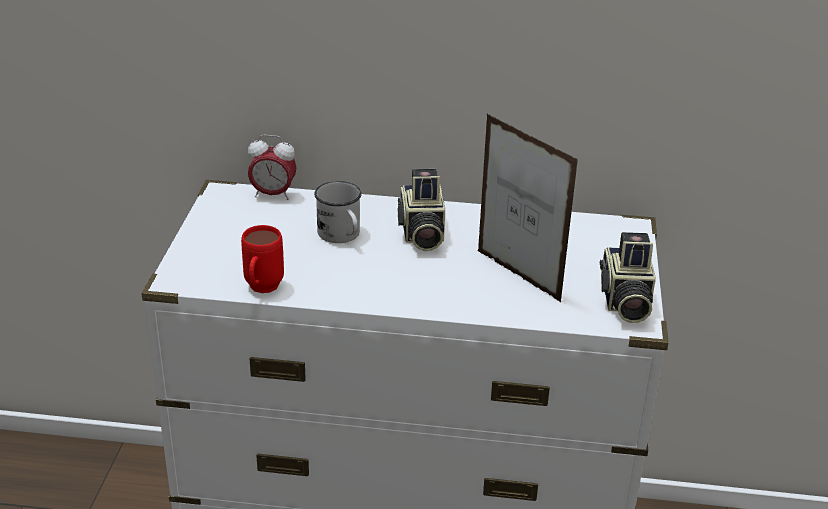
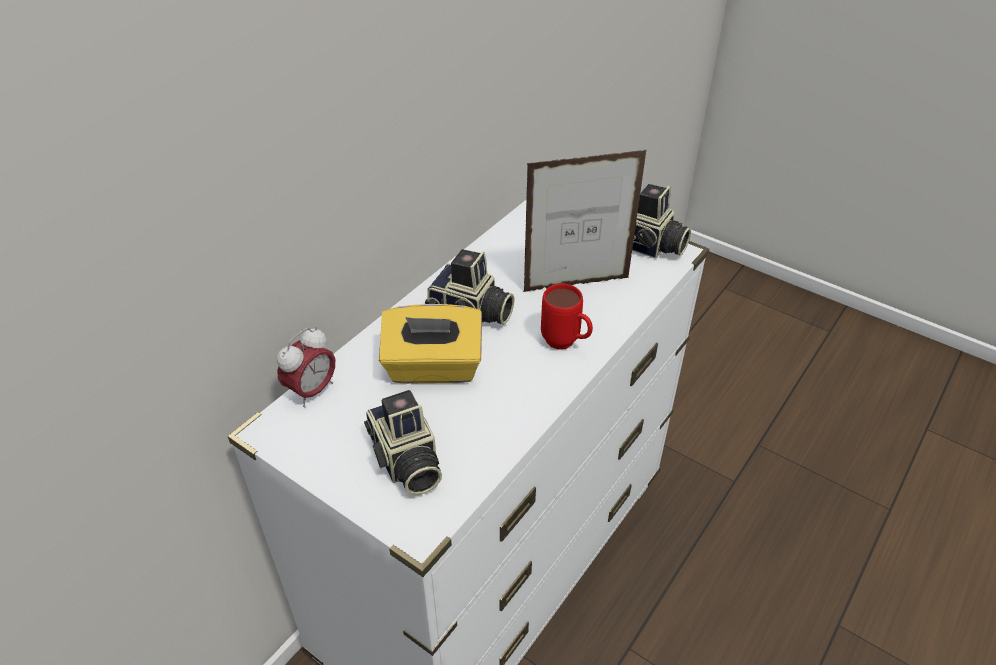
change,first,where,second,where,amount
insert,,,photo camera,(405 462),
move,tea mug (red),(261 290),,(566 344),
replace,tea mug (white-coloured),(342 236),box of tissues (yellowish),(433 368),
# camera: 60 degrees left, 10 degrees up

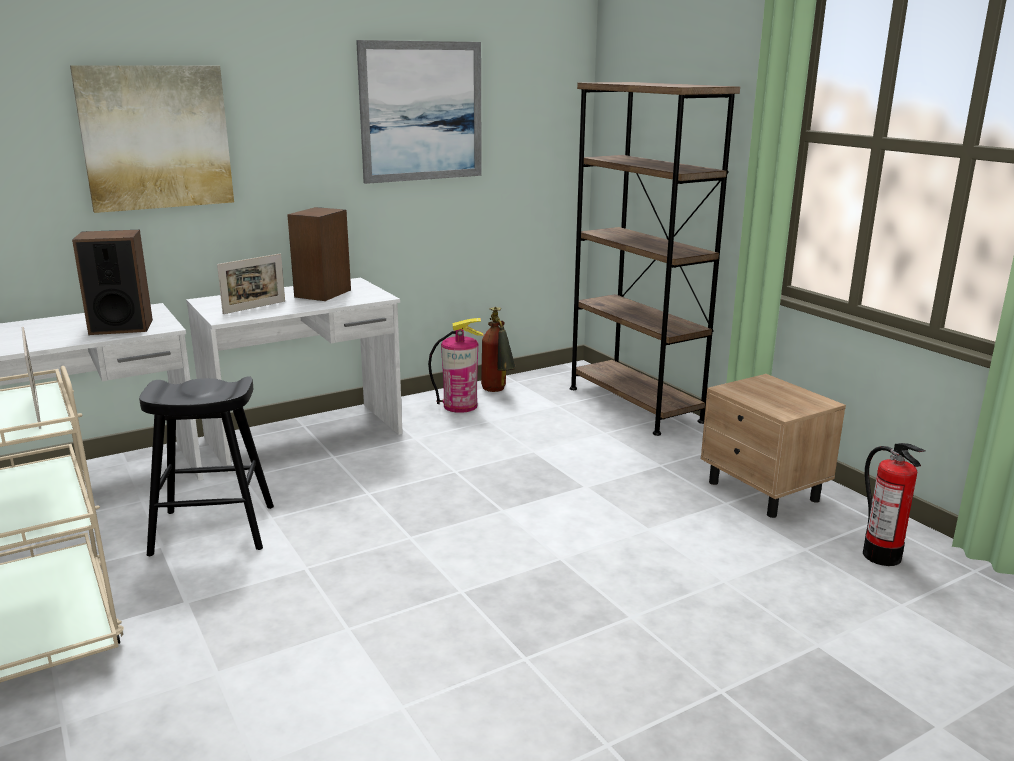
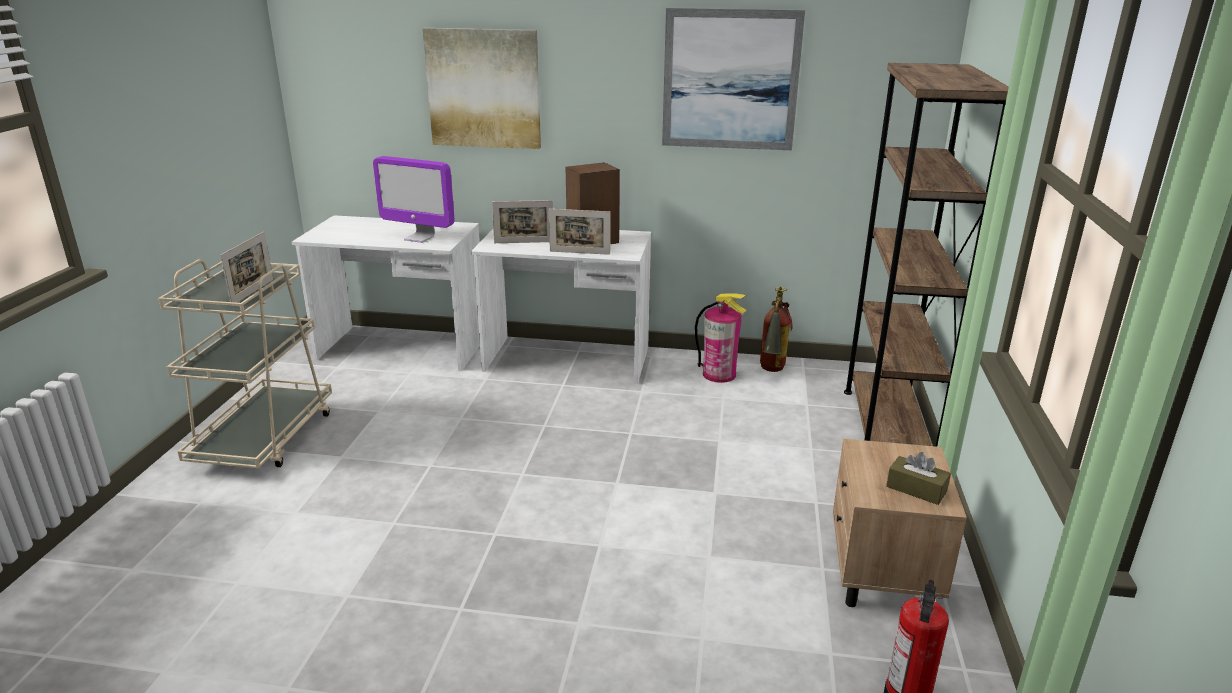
change,first,where,second,where,amount
delete,stool seat (blackish),(214 530),,,
insert,,,photo frame,(579 253),
insert,,,box of tissues (brown-coloured),(916 489),
replace,audio speaker,(121 327),computer screen,(419 238),
# camera: 40 degrees right, 5 degrees up

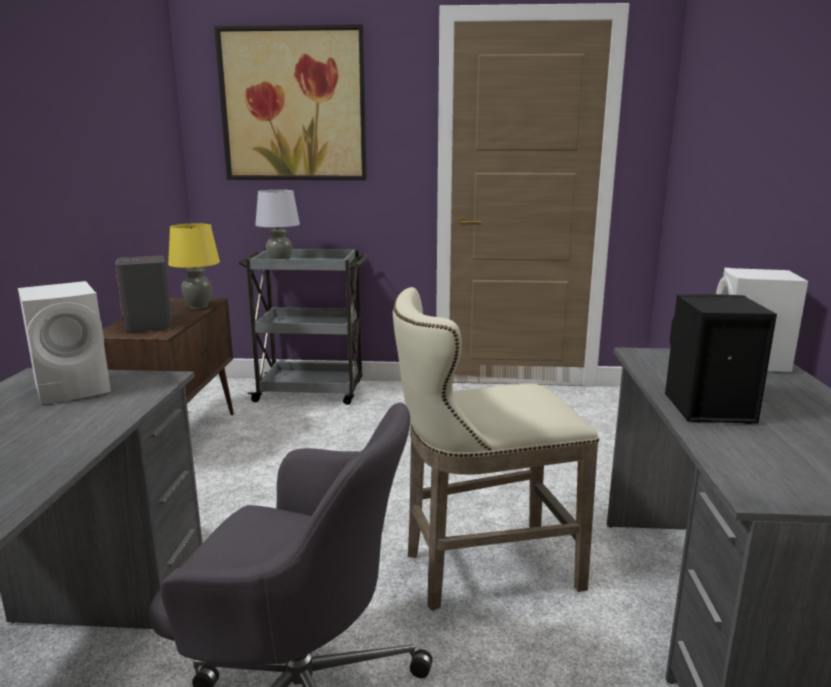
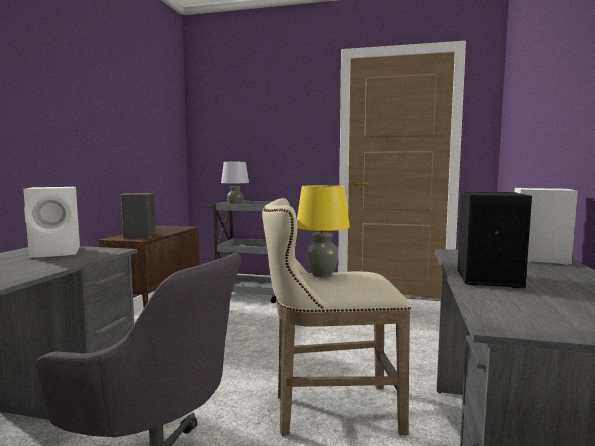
change,first,where,second,where,amount
delete,wall picture,(293 105),,,
move,table lamp (yellowish),(198 306),,(322 275),
# camera: 10 degrees right, 10 degrees down

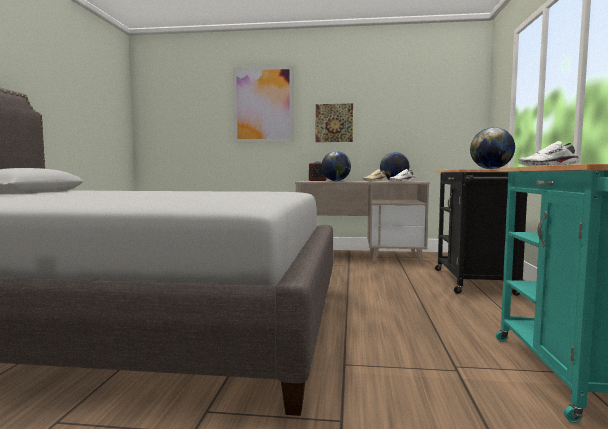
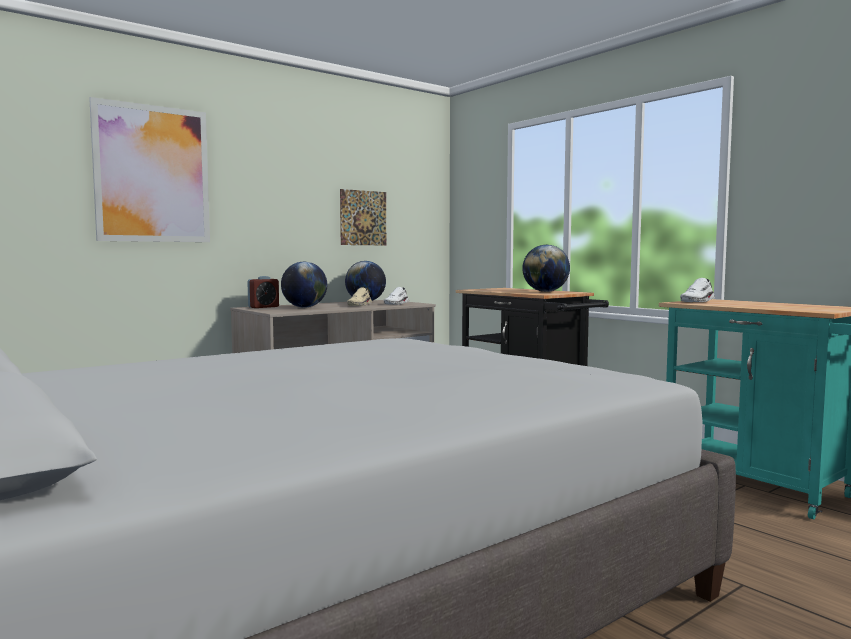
change,first,where,second,where,amount
move,wall picture,(334 123),,(363 218),
# camera: 45 degrees left, 0 degrees up

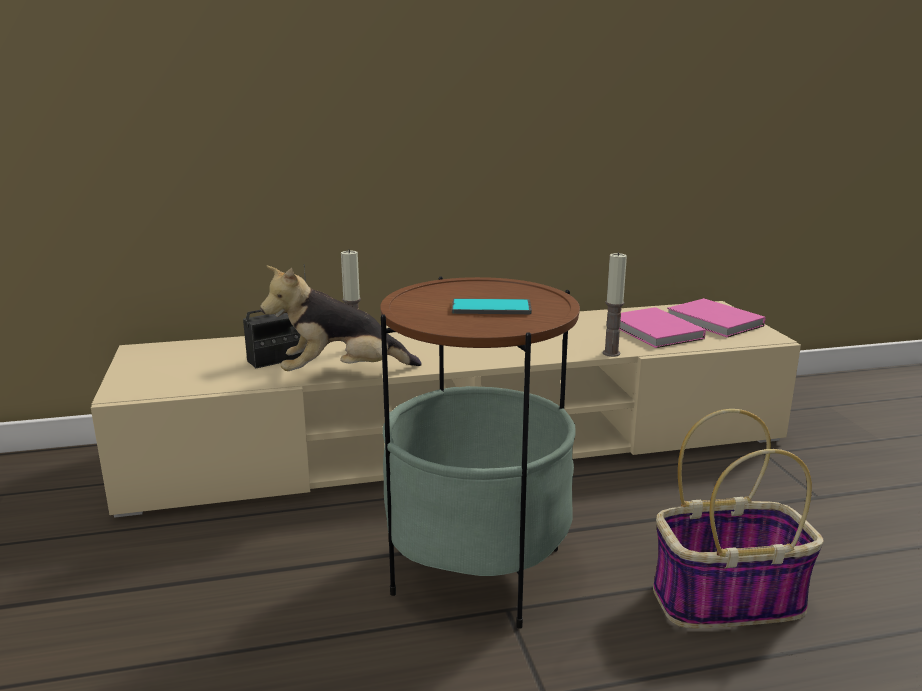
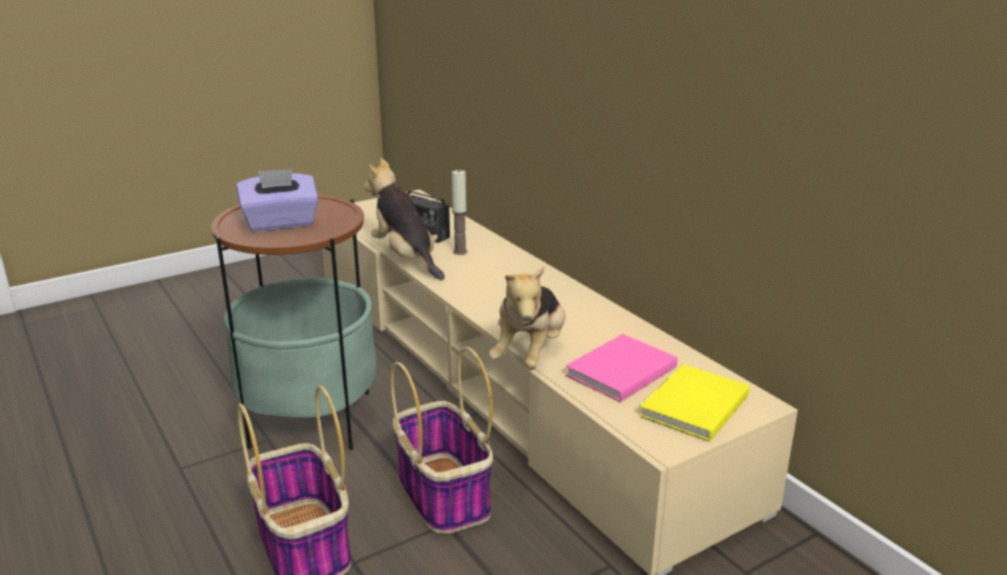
change,first,where,second,where,amount
insert,,,household basket,(442 493),
replace,telephone,(491 308),box of tissues (purplish),(281 223),
replace,wax light,(611 353),soft toy,(530 353),
recolor,book (pink-coloured),(715 322),book (yellowish),(692 406),
# camera: 70 degrees right, 5 degrees up

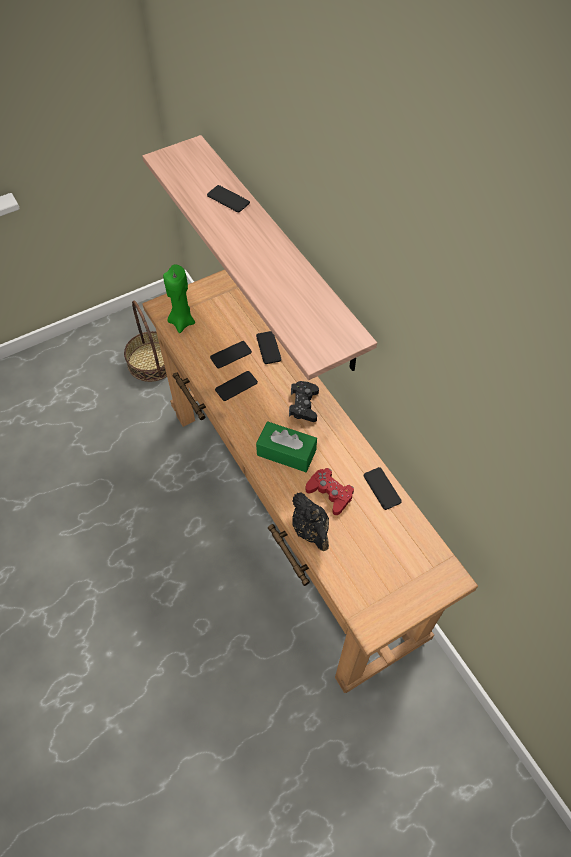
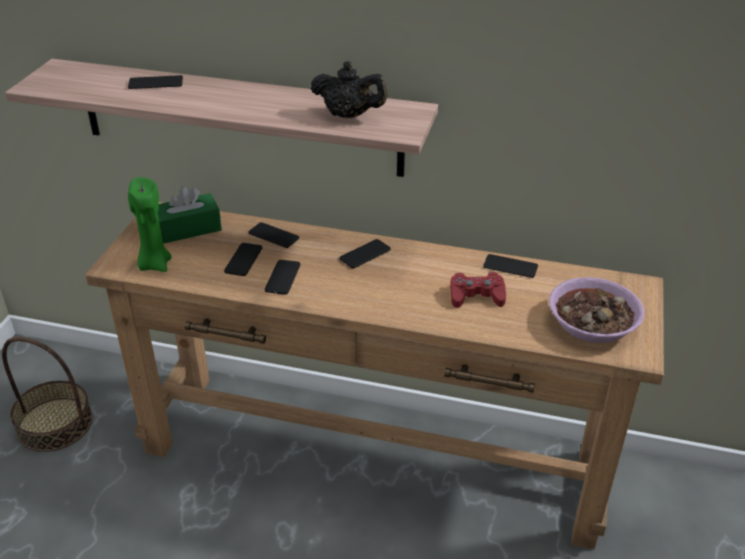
change,first,where,second,where,amount
insert,,,deep dish,(593 323),
move,box of tissues (green),(286 452),,(188 229),
move,pot for tea (blackish),(311 530),,(349 115),
replace,joypad (blackish),(303 405),telephone,(365 254),
# camera: 45 degrees left, 20 degrees down

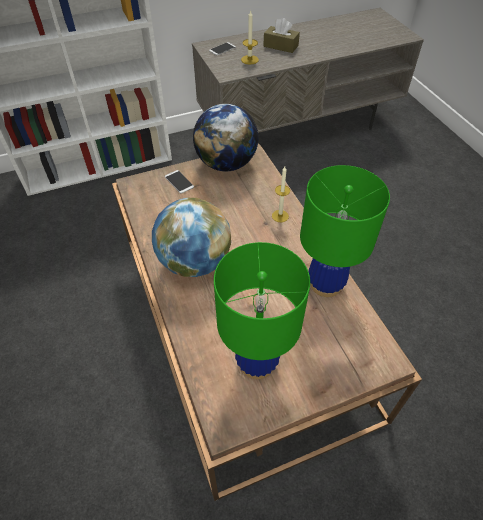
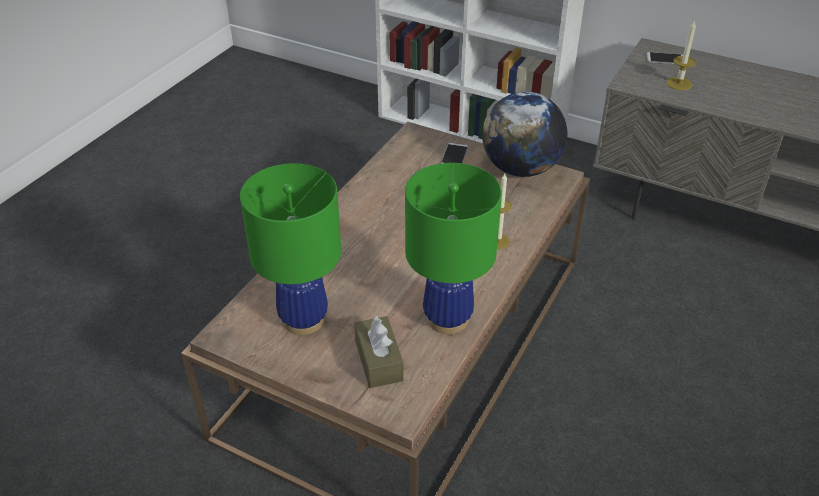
change,first,where,second,where,amount
delete,globe,(194 262),,,
move,box of tissues (brown-coloured),(280 46),,(378 361),
# camera: 50 degrees right, 10 degrees down

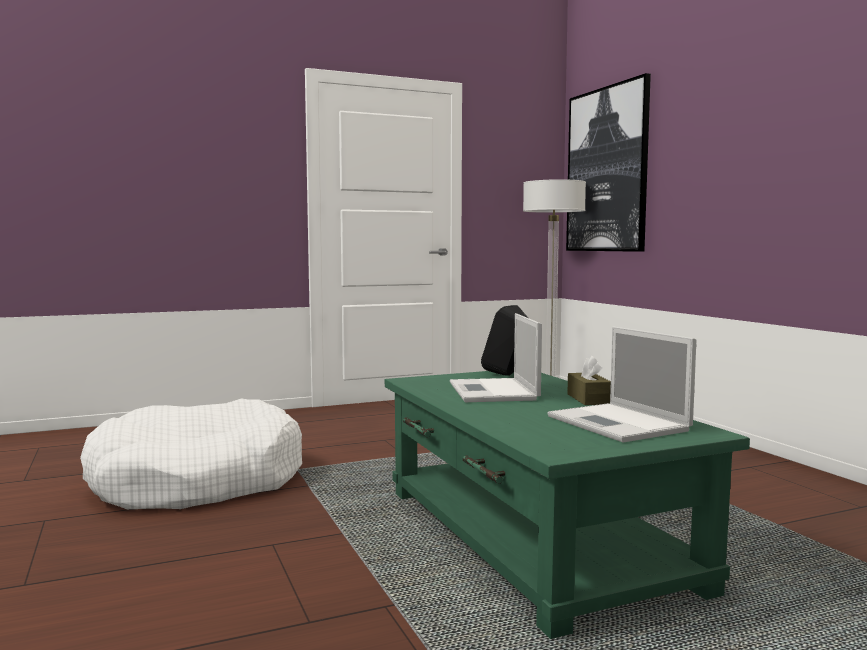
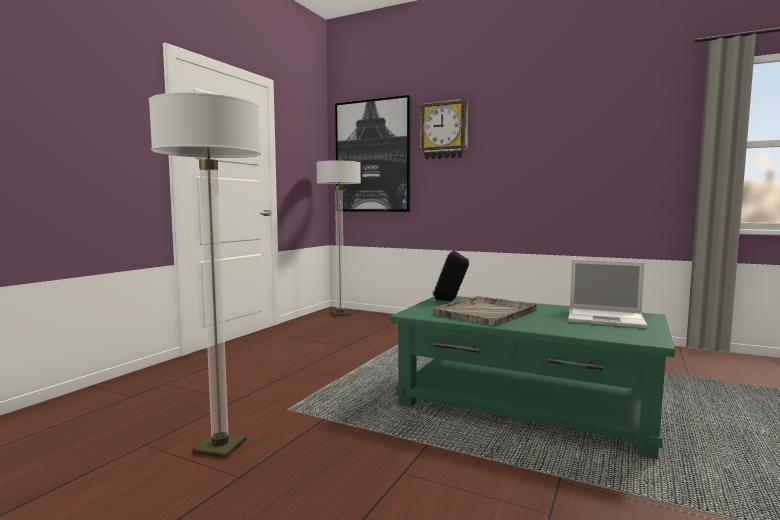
change,first,where,second,where,amount
delete,box of tissues (brown-coloured),(588 399),,,
insert,,,clock on the wall,(444 130),
replace,dog bed (white-coloured),(197 481),standing lamp,(220 447),
replace,portable computer,(493 392),carrying tray (grey),(486 312),
# camera: 40 degrees left, 0 degrees up

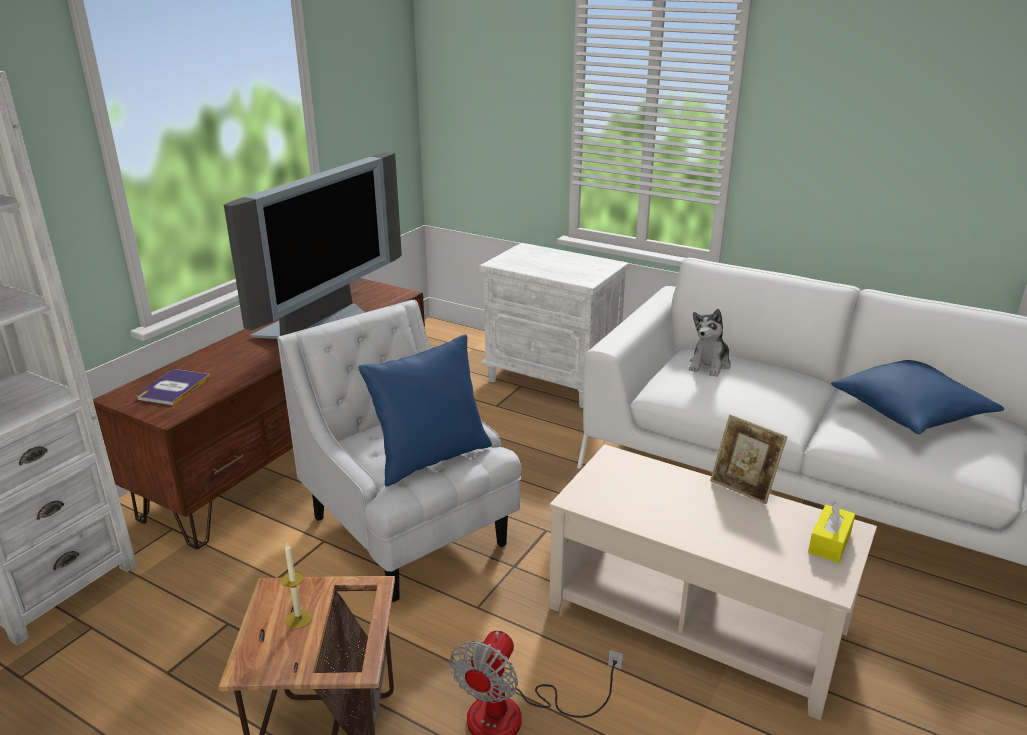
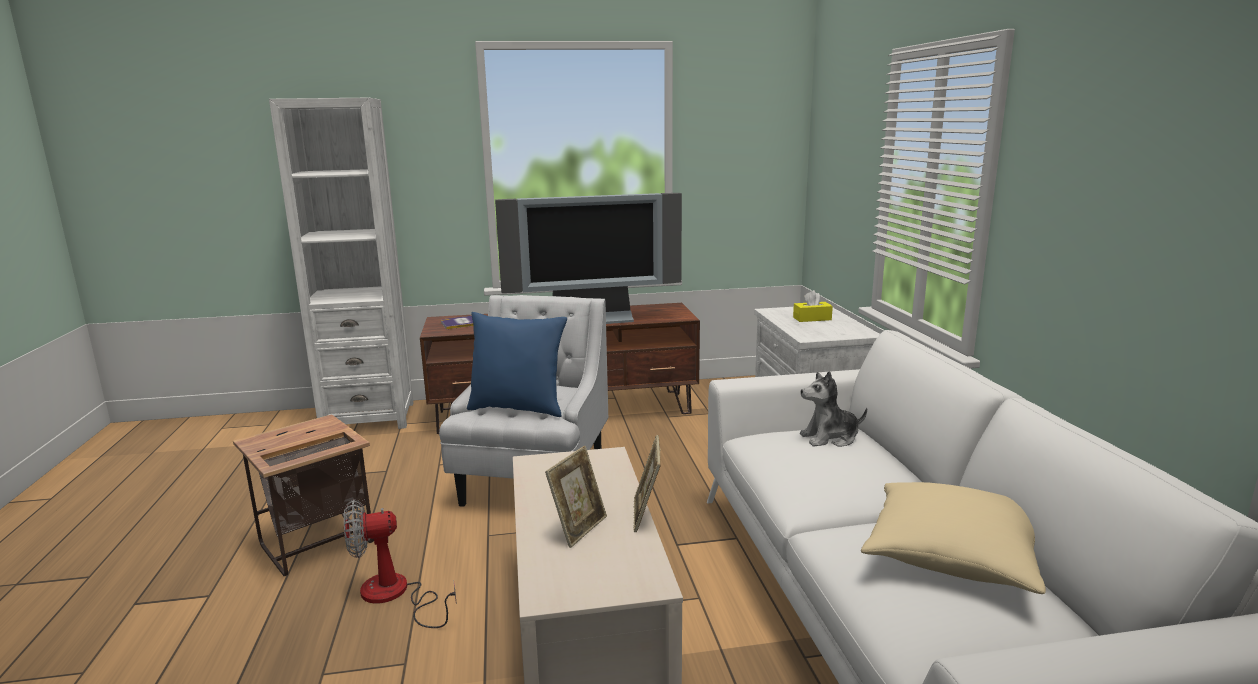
change,first,where,second,where,amount
delete,wax light,(298 619),,,
insert,,,photo frame,(578 528),
move,box of tissues (yellowish),(829 542),,(812 318),
recolor,pillow (blue),(910 412),pillow (sand-coloured),(951 555),
# camera: 50 degrees right, 10 degrees down

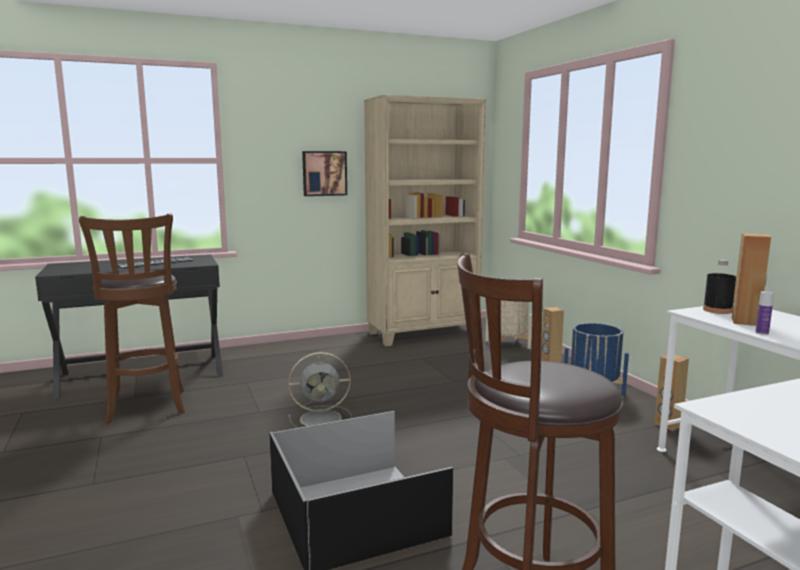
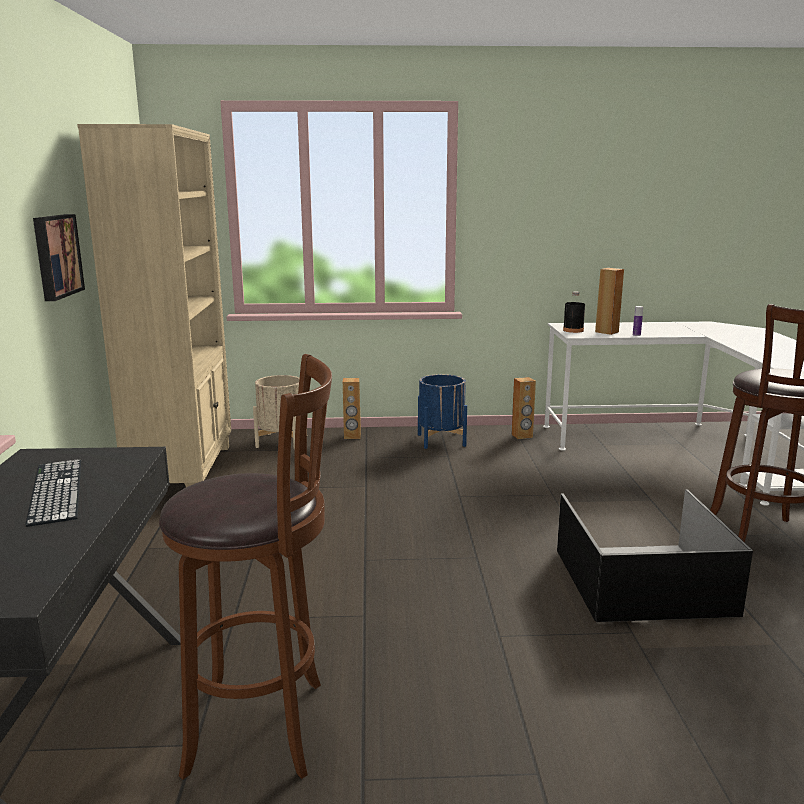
change,first,where,second,where,amount
delete,cooling fan (grey),(322 418),,,
# camera: 70 degrees left, 5 degrees up

